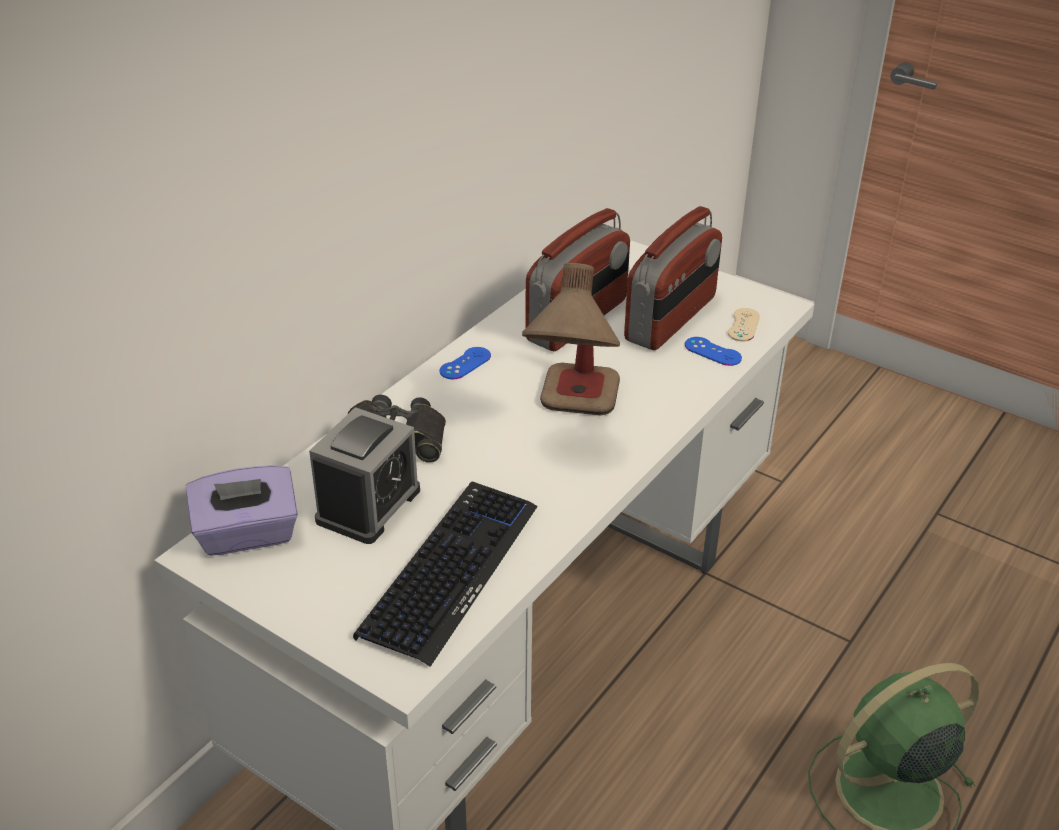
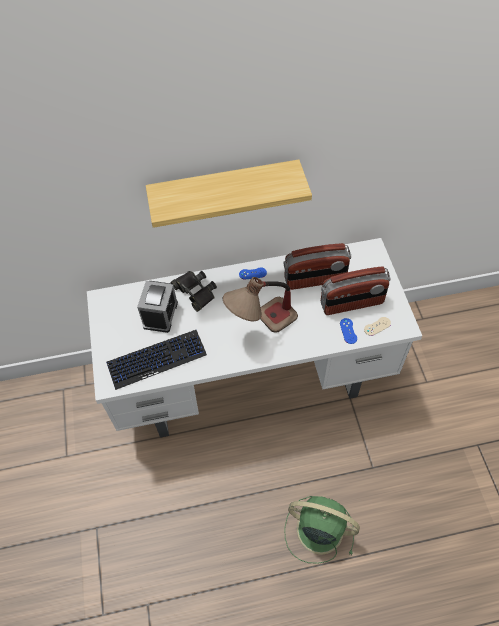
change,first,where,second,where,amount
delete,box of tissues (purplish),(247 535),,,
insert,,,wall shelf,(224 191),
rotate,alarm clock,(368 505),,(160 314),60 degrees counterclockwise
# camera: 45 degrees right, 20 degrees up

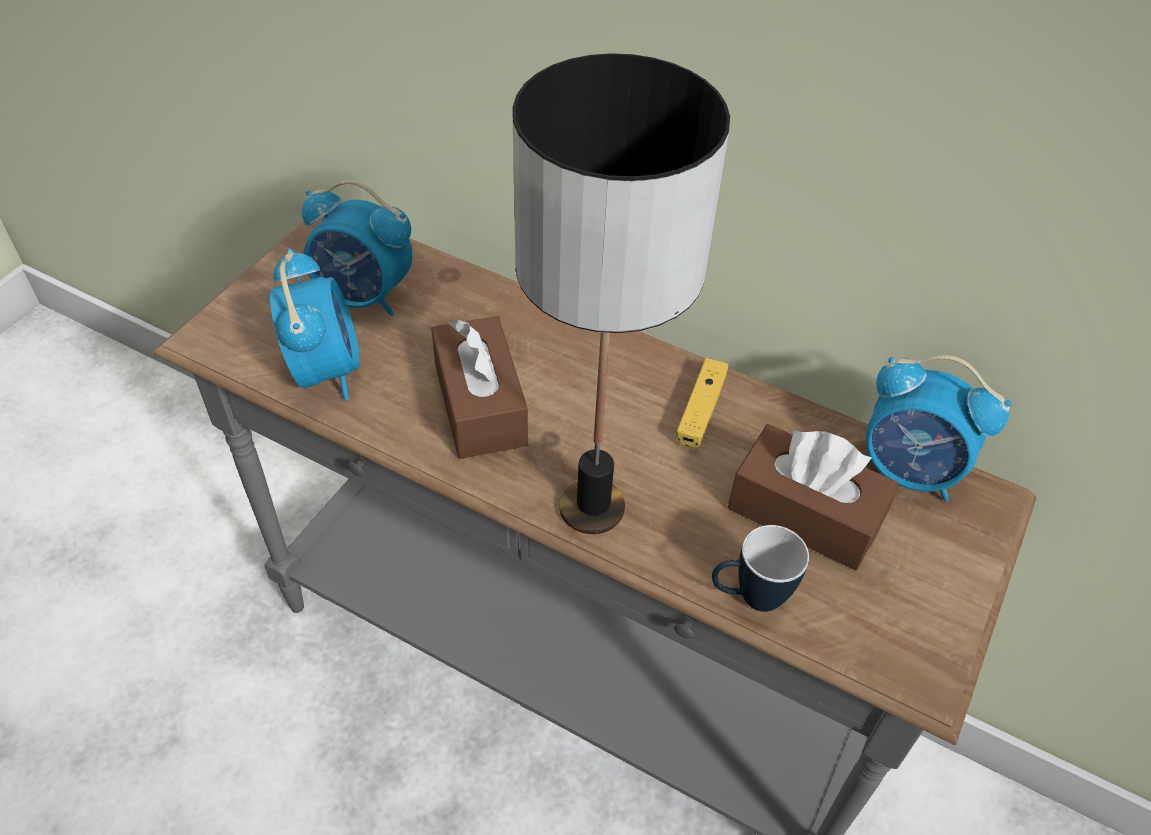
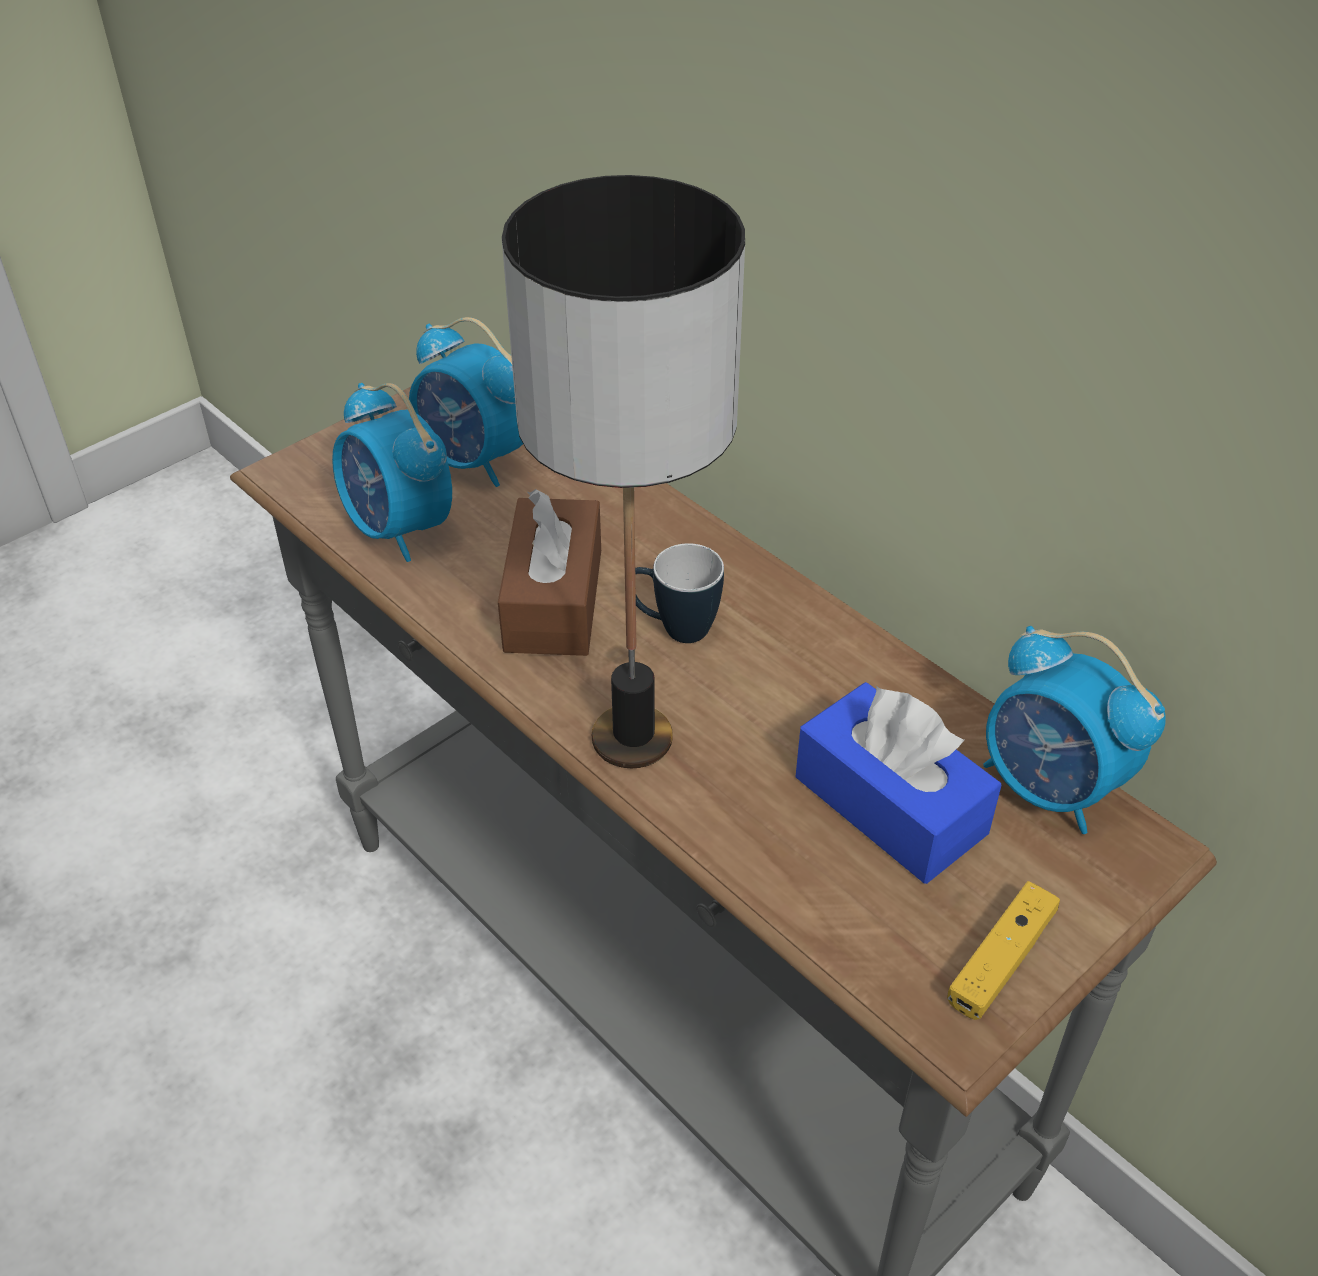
change,first,where,second,where,amount
move,joypad (yellowish),(700 410),,(1000 960),
move,tea mug,(749 597),,(673 629),
recolor,box of tissues (brown-coloured),(805 513),box of tissues (blue),(890 805),
rotate,alarm clock,(326 370),,(399 529),135 degrees clockwise
# camera: 20 degrees right, 5 degrees down

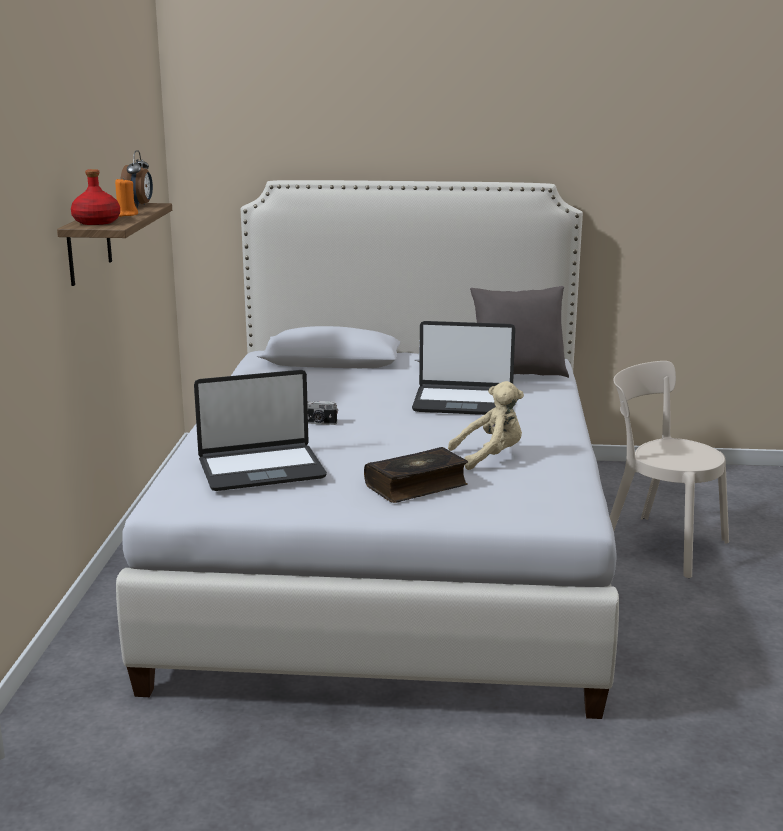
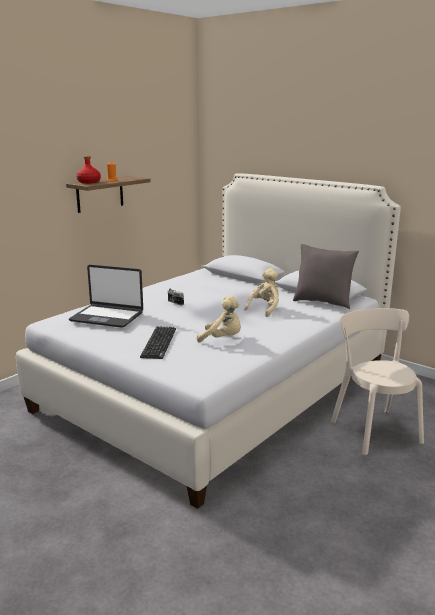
change,first,where,second,where,amount
delete,alarm clock,(139 206),,,
replace,book,(417 486),computer keyboard,(159 343),
replace,portable computer,(463 402),soft toy (sand-coloured),(265 309),
# camera: 35 degrees right, 0 degrees up

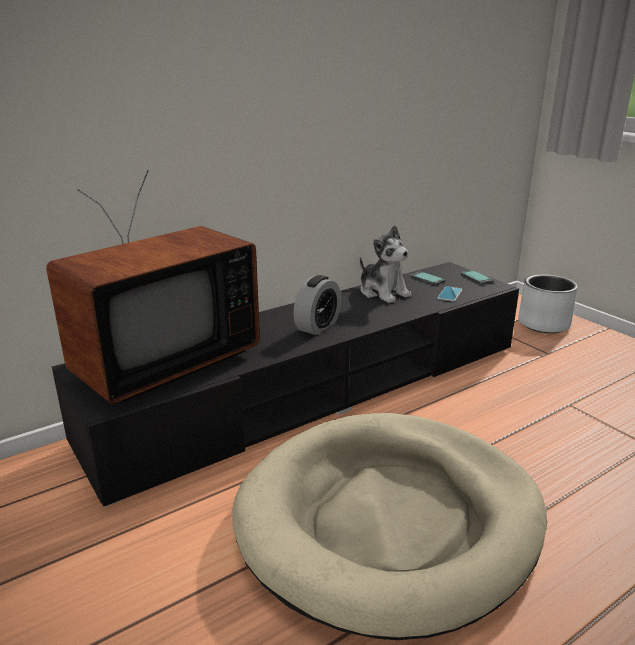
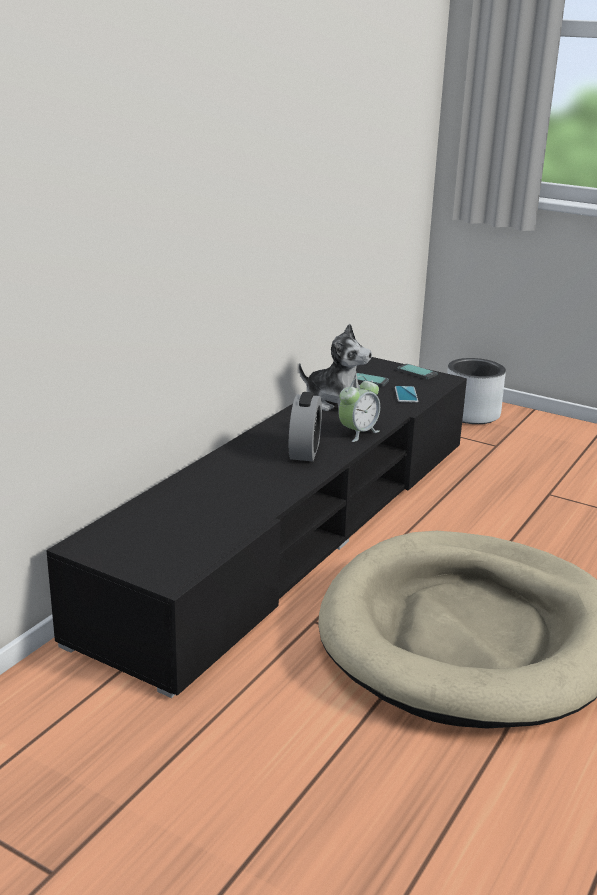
change,first,where,second,where,amount
delete,TV set,(159 362),,,
insert,,,alarm clock,(358 433),
# camera: 25 degrees left, 0 degrees up

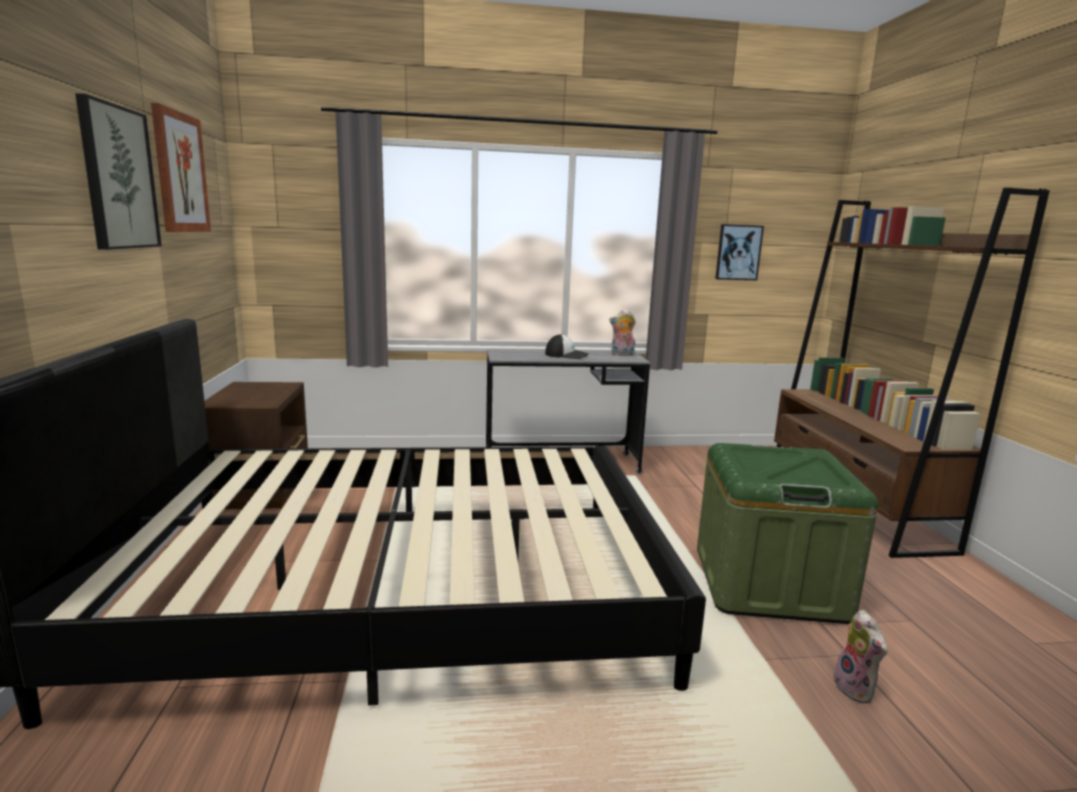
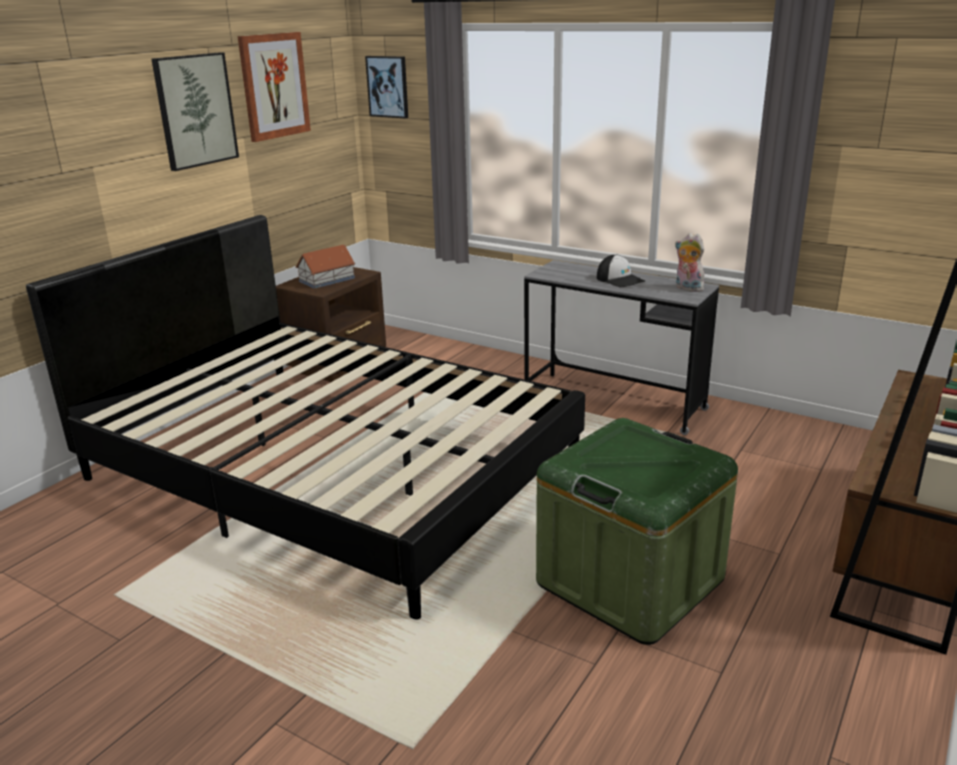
change,first,where,second,where,amount
delete,soft toy,(856 689),,,
insert,,,toy house,(327 279),
move,wall picture,(738 252),,(388 86),
# camera: 40 degrees right, 10 degrees up

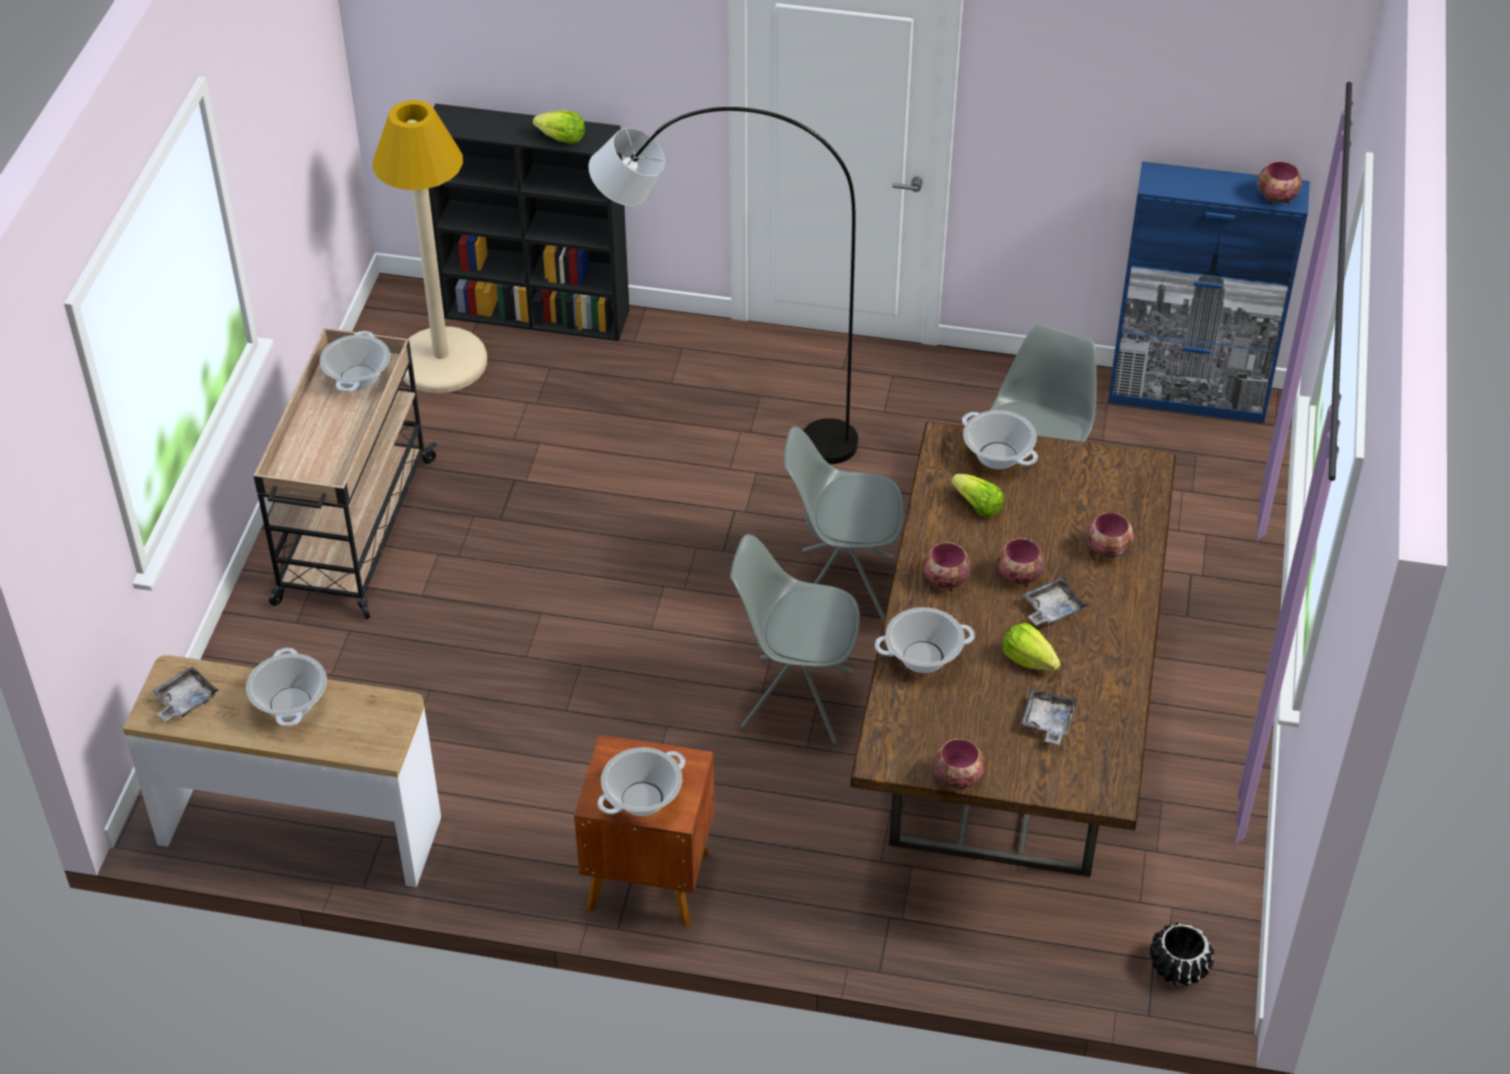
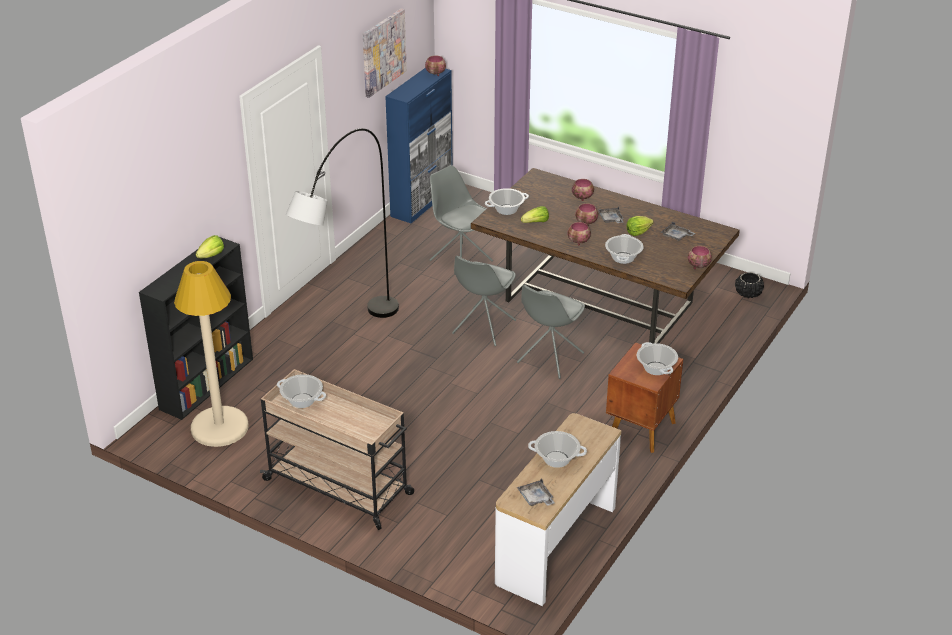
change,first,where,second,where,amount
insert,,,wall picture,(383 52),
# camera: 70 degrees left, 10 degrees down

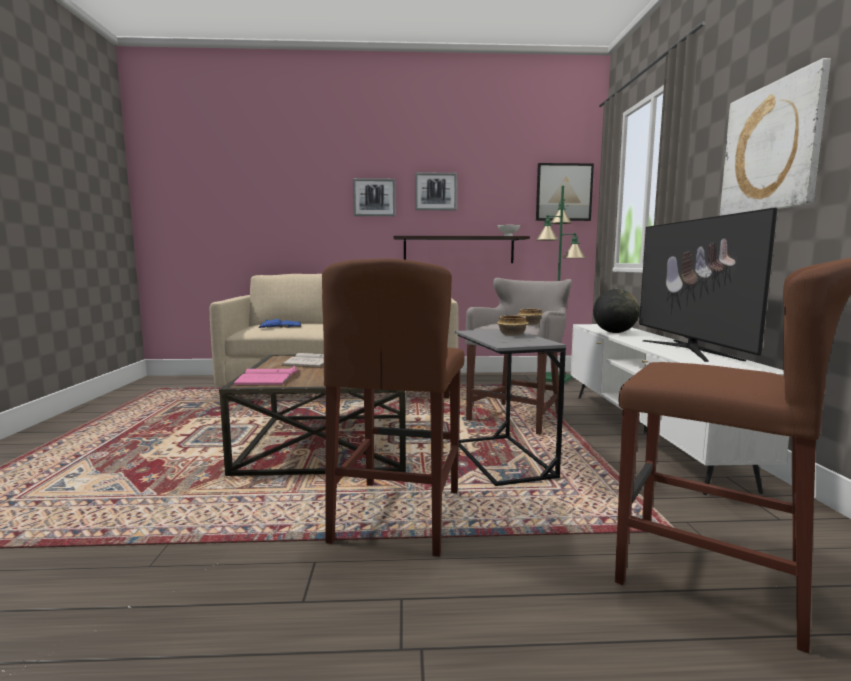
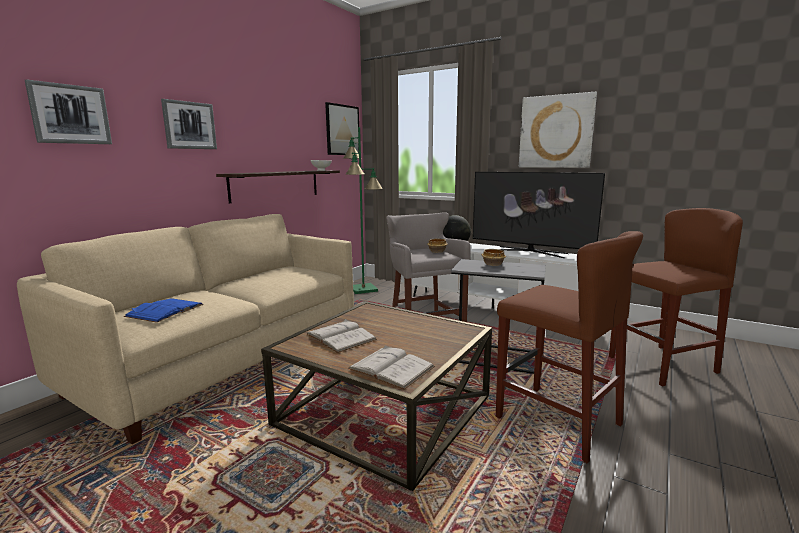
change,first,where,second,where,amount
move,wall picture,(435 191),,(70 114),
recolor,book (pink-coloured),(268 378),book (white-coloured),(391 367),
# camera: 55 degrees left, 5 degrees up

